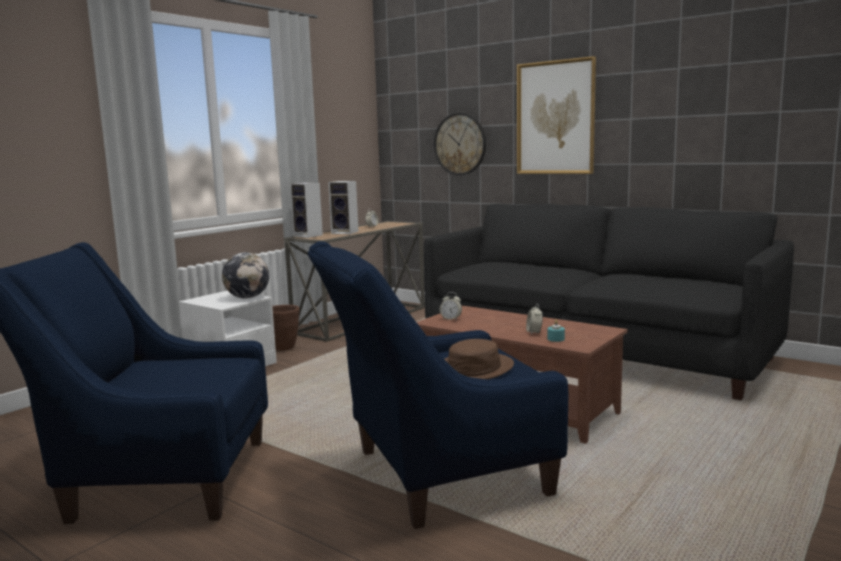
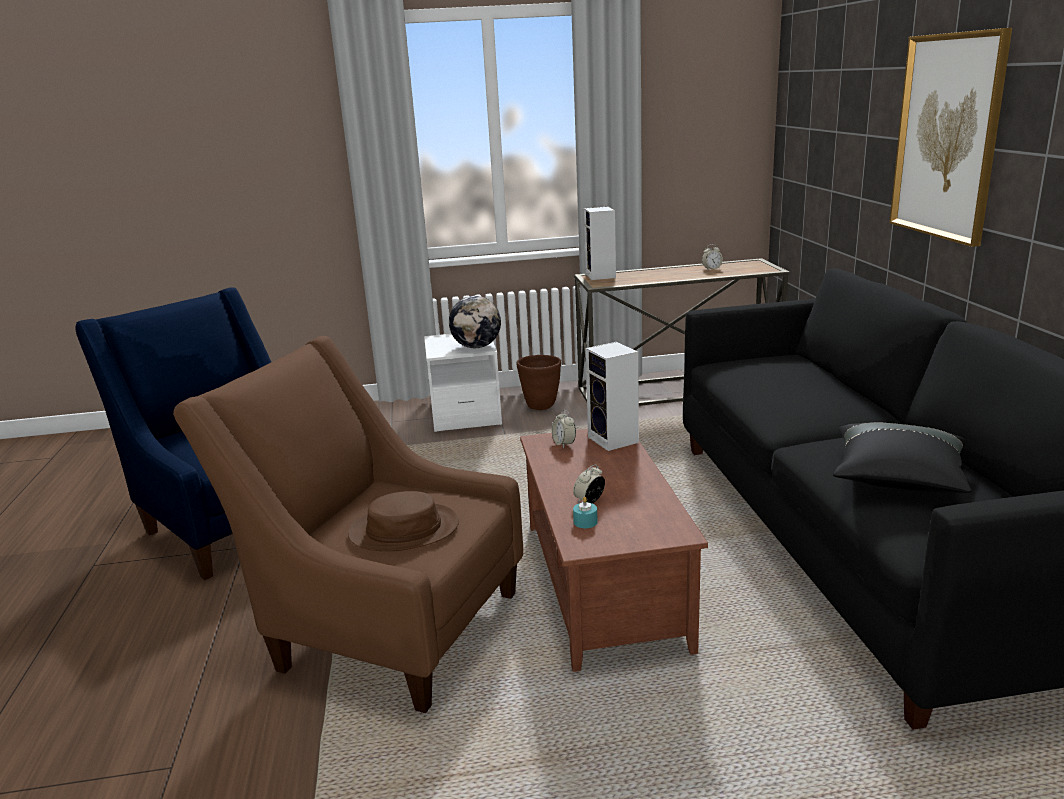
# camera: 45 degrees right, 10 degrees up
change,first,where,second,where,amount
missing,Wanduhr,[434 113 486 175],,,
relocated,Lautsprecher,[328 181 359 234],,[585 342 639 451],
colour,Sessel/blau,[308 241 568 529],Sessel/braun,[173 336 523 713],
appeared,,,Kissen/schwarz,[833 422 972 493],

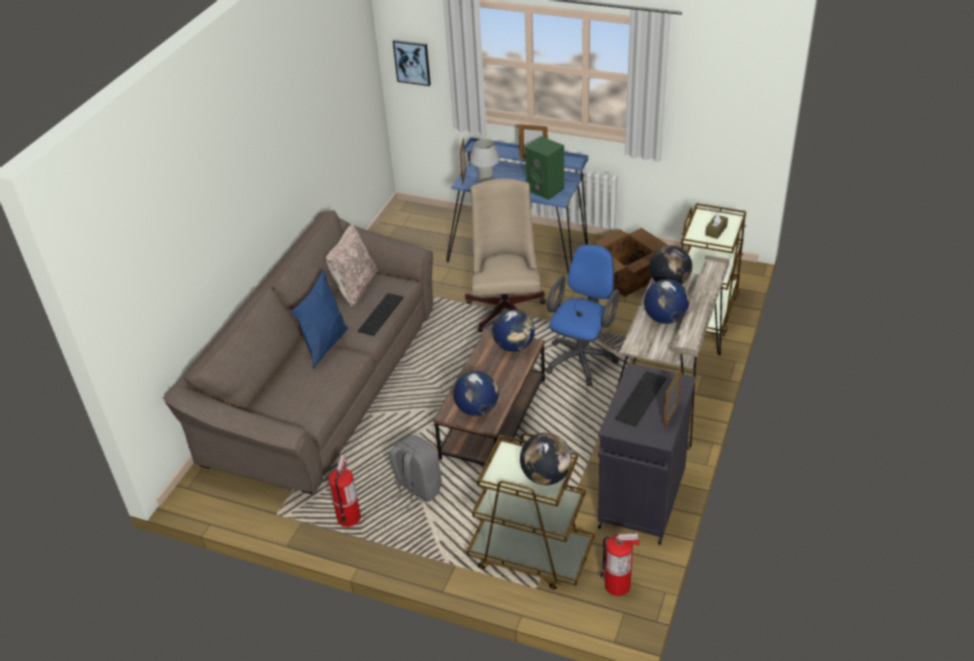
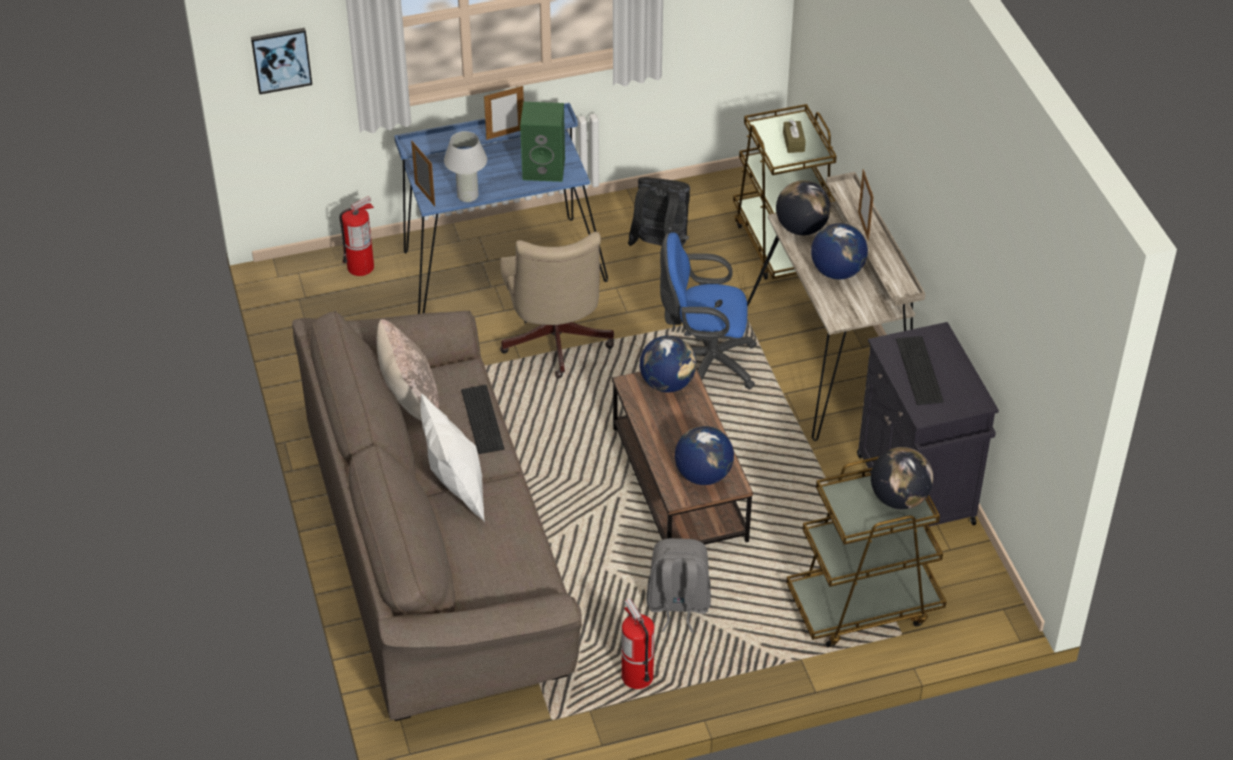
# camera: 40 degrees left, 5 degrees up
change,first,where,second,where,amount
spun,Bürostuhl/beige,[465 178 546 332],,[500 232 614 378],150 degrees counterclockwise
exchanged,Karton,[592 228 667 297],Rucksack/schwarz,[628 177 690 247],
spun,Bürostuhl/blau,[545 245 619 386],,[660 232 757 390],75 degrees counterclockwise
colour,Kissen/blau,[290 270 348 369],Kissen/weiß,[420 393 485 522],
relocated,Bilderrahmen,[663 368 681 430],,[858 169 874 241],
relocated,Feuerlöscher,[600 533 640 596],,[339 196 374 276],

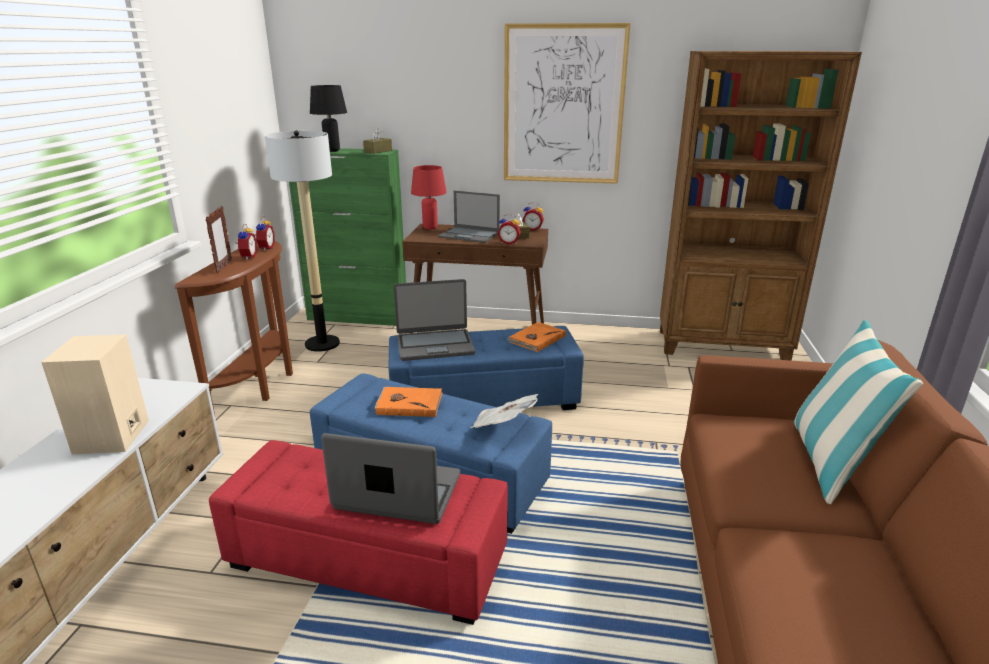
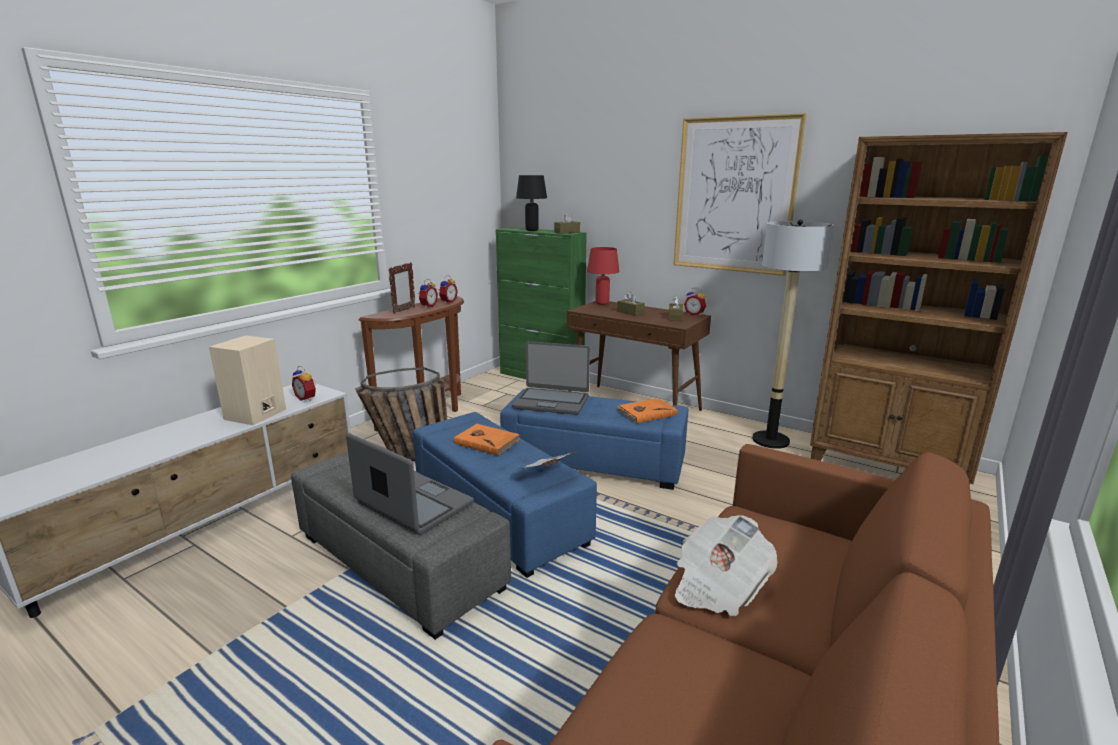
# camera: 25 degrees right, 5 degrees down
change,first,where,second,where,amount
relocated,Stehlampe,[265 130 340 352],,[752 220 834 449],
exchanged,Laptop,[438 191 500 243],Taschentuchbox/braun,[617 292 645 316],
relocated,Wecker,[497 214 521 245],,[292 366 316 401],
missing,Kissen,[794 320 923 504],,,
colour,Polsterhocker/rot,[209 440 508 625],Polsterhocker/grau,[291 451 511 640],
appeared,,,Korb,[355 367 447 461],
appeared,,,Zeitung,[675 515 778 616],

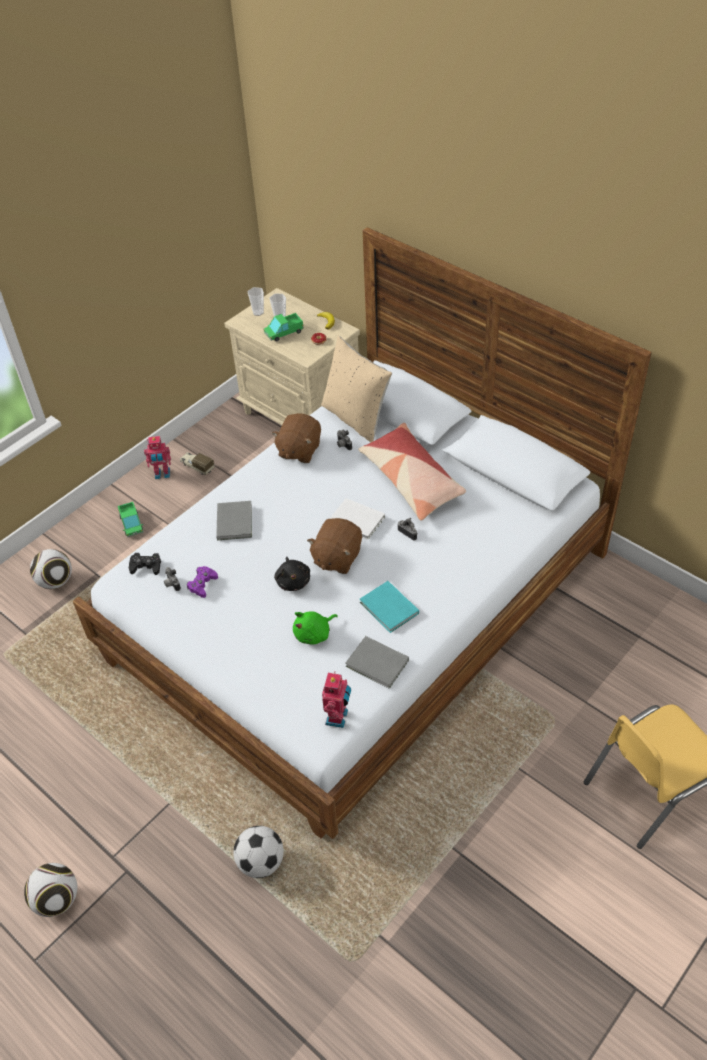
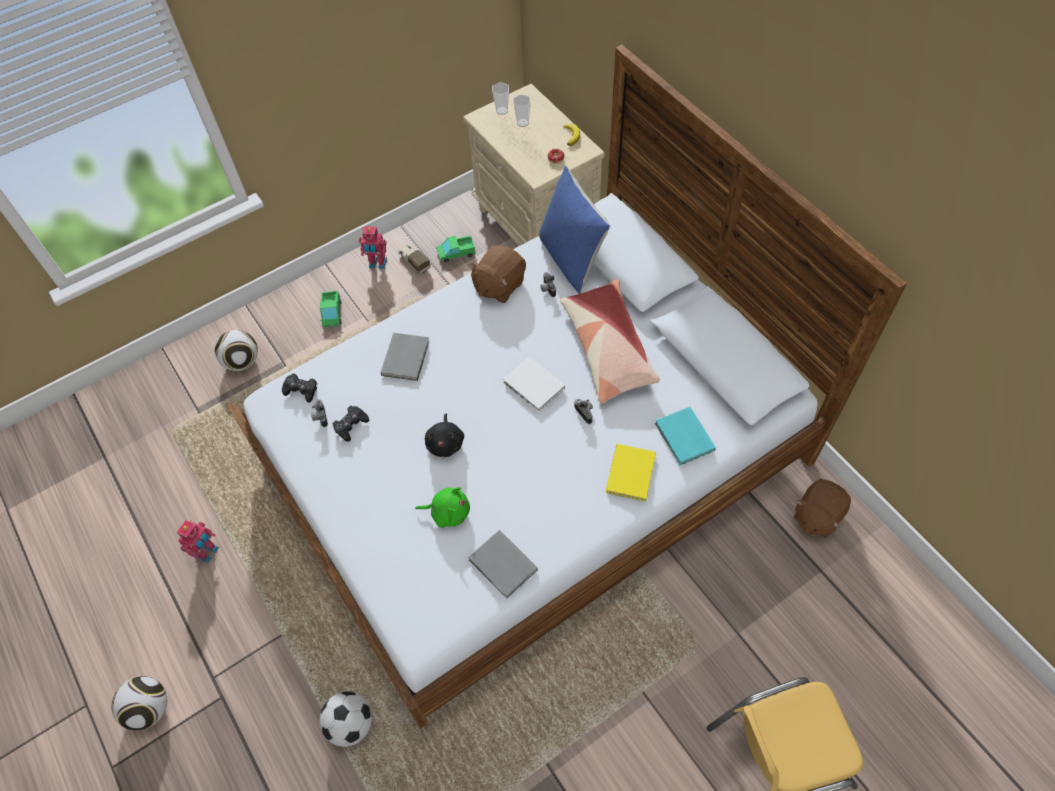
# camera: 15 degrees right, 10 degrees up
change,first,where,second,where,amount
relocated,Spielzeuglaster,[264 313 304 342],,[436 235 476 263],
colour,Kissen/beige,[321 336 392 443],Kissen/blau,[539 166 610 294],
relocated,Plüschtier/braun,[307 518 362 574],,[794 479 851 538],
colour,Gamepad/lila,[187 566 218 598],Gamepad/schwarz,[332 406 369 442],
relocated,Buch/türkis,[360 581 419 633],,[655 407 716 465],
spun,Plüschtier/grün,[293 611 338 645],,[415 487 470 528],150 degrees counterclockwise
relocated,Spielzeugroboter,[322 671 351 728],,[177 520 219 563],
appeared,,,Buch/gelb,[606 444 656 502],

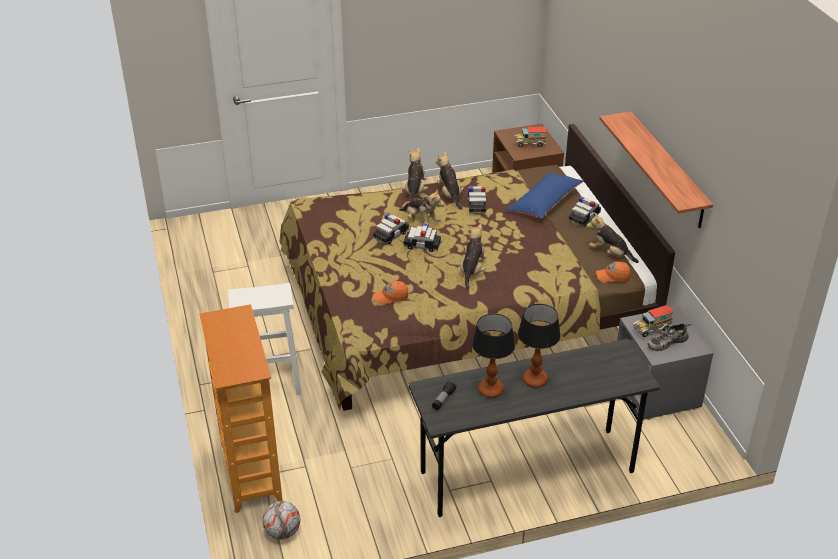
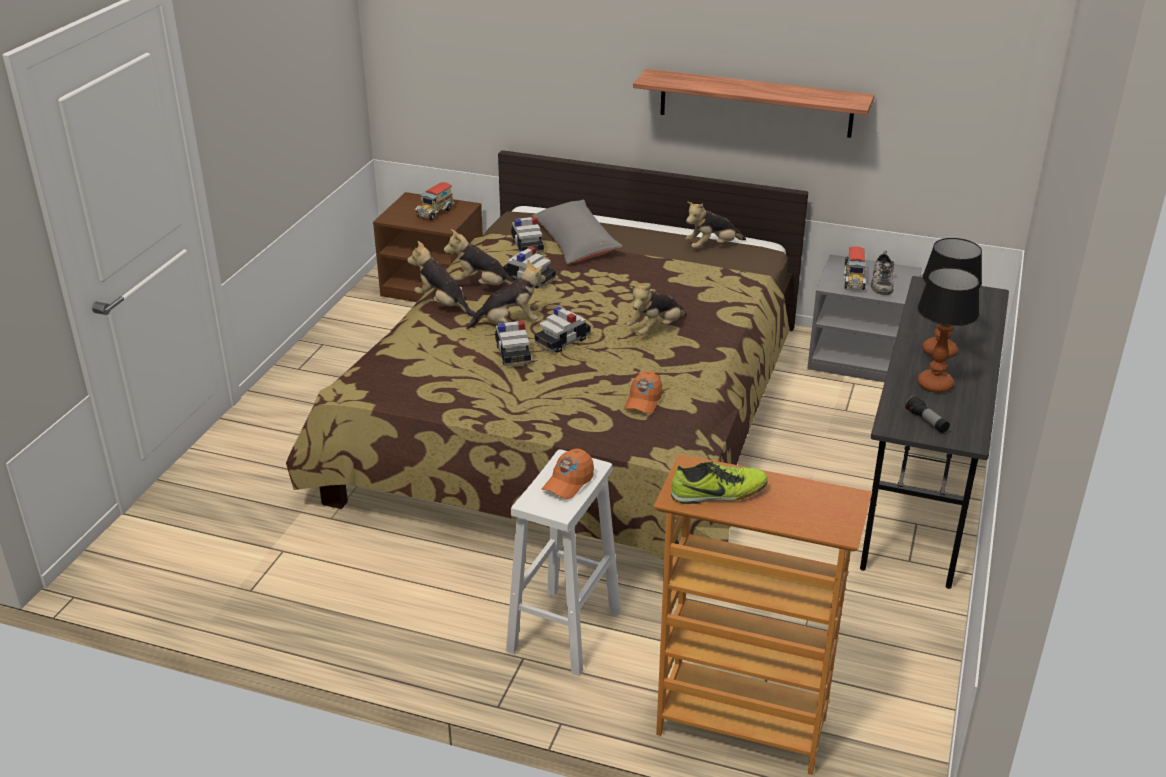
# camera: 55 degrees left, 5 degrees down
change,first,where,second,where,amount
colour,Kissen/blau,[506 173 583 219],Kissen/grau,[532 200 623 264],
relocated,Spielzeugauto,[569 196 601 227],,[511 217 544 254],
spun,Plüschtier,[460 224 487 290],,[627 285 687 335],90 degrees counterclockwise
relocated,Kappe/orange,[596 262 631 283],,[542 449 594 499],
missing,Fußball,[263 501 300 539],,,
appeared,,,Schuh,[671 461 768 504],

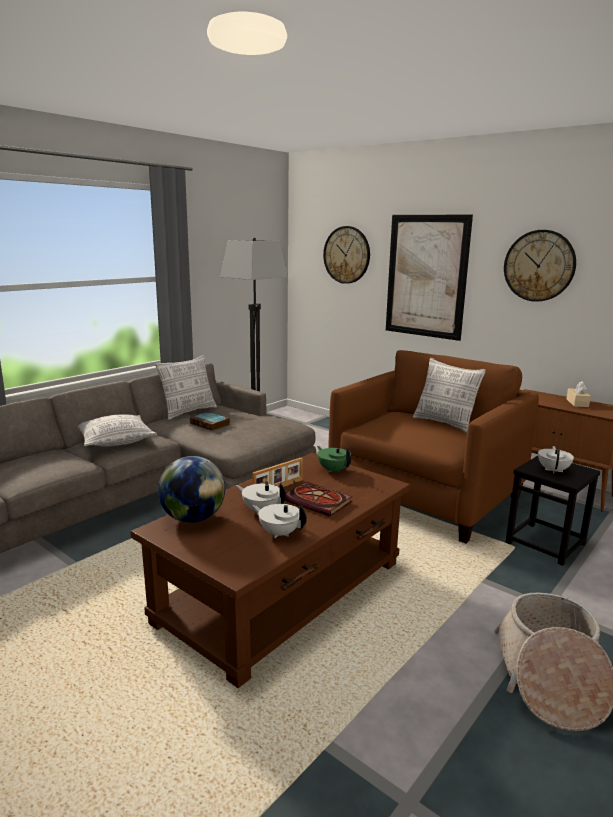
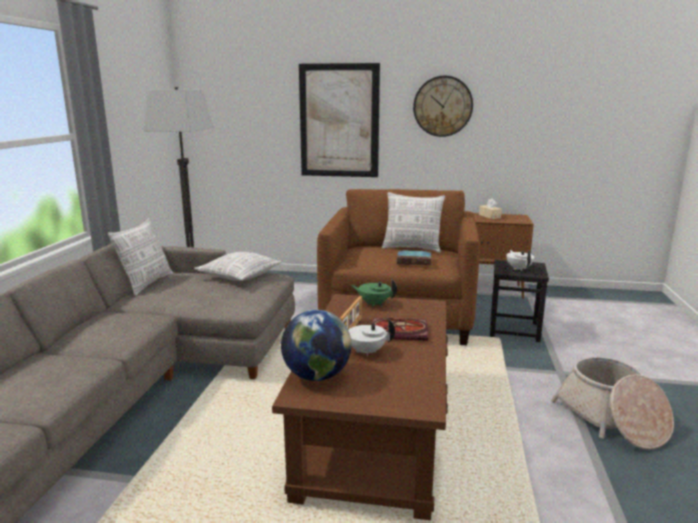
# camera: 30 degrees left, 0 degrees up
change,first,where,second,where,amount
missing,Wanduhr,[323 226 370 284],,,
relocated,Buch,[190 412 230 431],,[397 250 431 265],
relocated,Kissen,[78 415 157 446],,[194 252 283 281],
missing,Teekanne/weiß,[252 504 307 538],,,

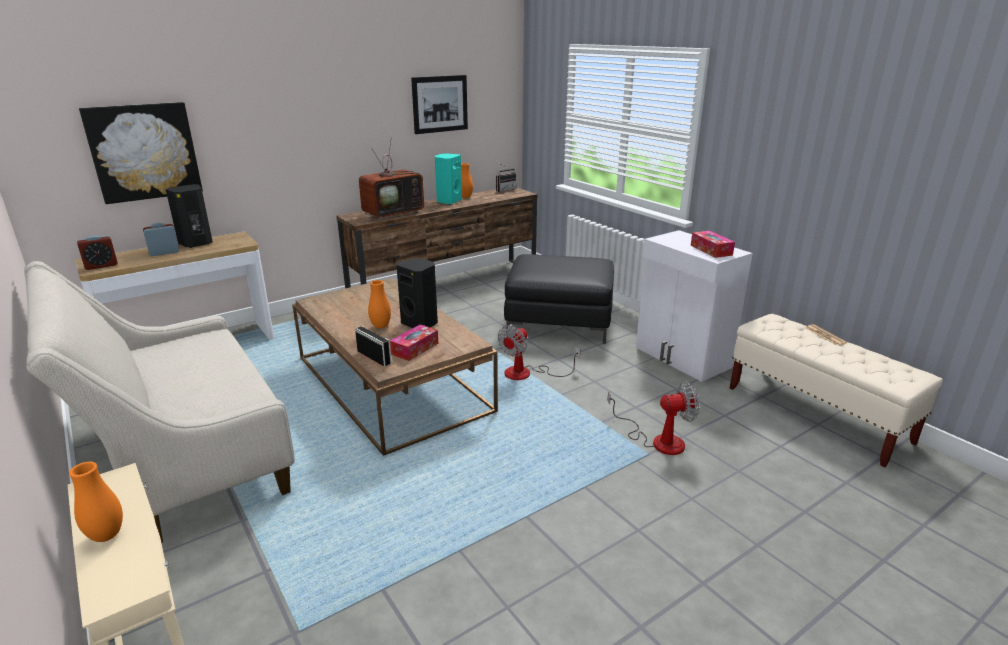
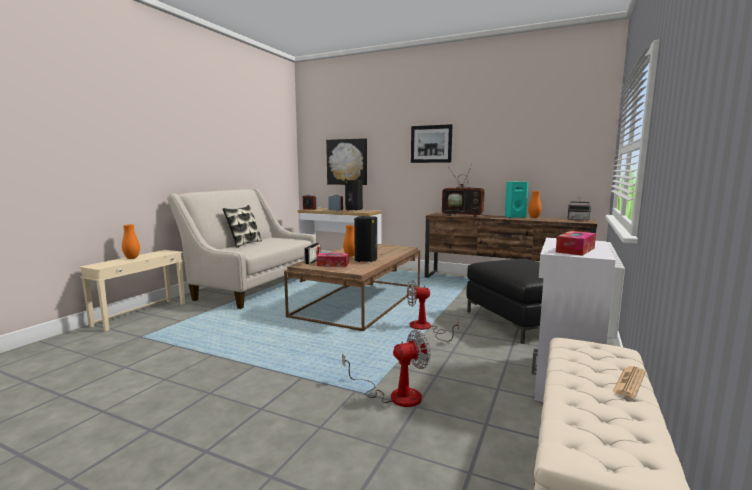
# camera: 60 degrees right, 15 degrees down
change,first,where,second,where,amount
relocated,Bild,[411 75 468 134],,[411 124 452 163],
spun,Ventilator,[607 382 699 455],,[342 330 431 407],75 degrees counterclockwise
appeared,,,Kissen,[223 205 262 248],

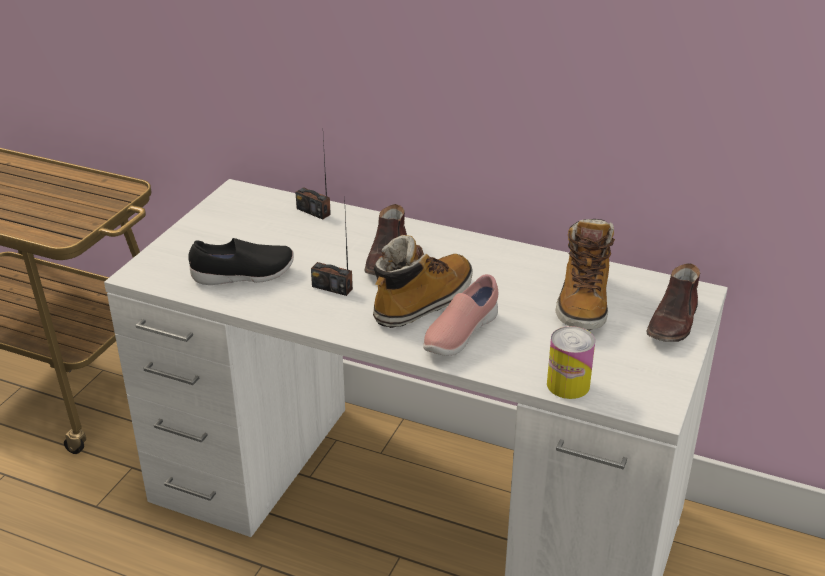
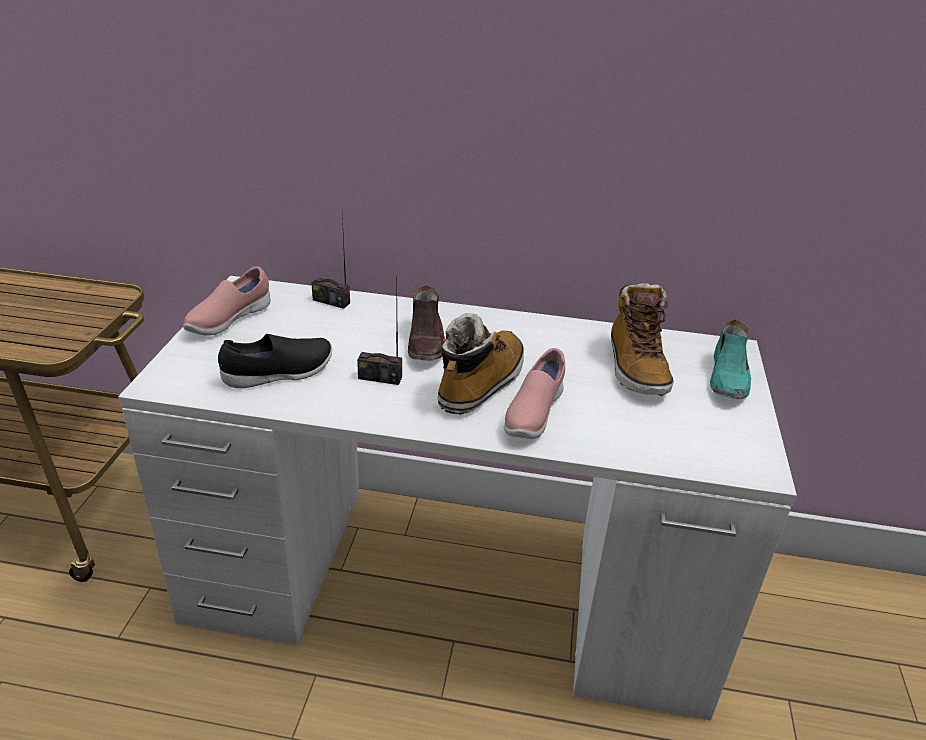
# camera: 15 degrees left, 0 degrees up
change,first,where,second,where,amount
colour,Schuh/braun,[646 263 700 342],Schuh/türkis,[710 320 751 399],
missing,Dose,[547 326 595 399],,,
appeared,,,Schuh/rosa,[183 266 271 335],

